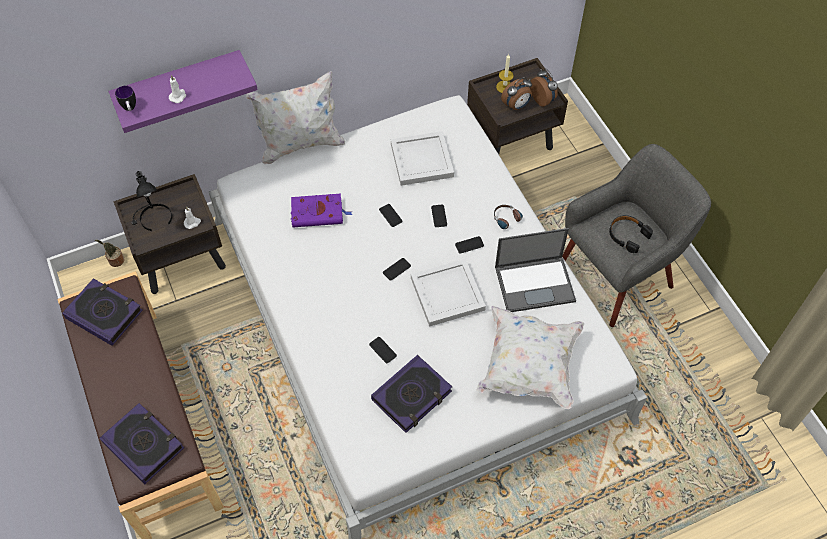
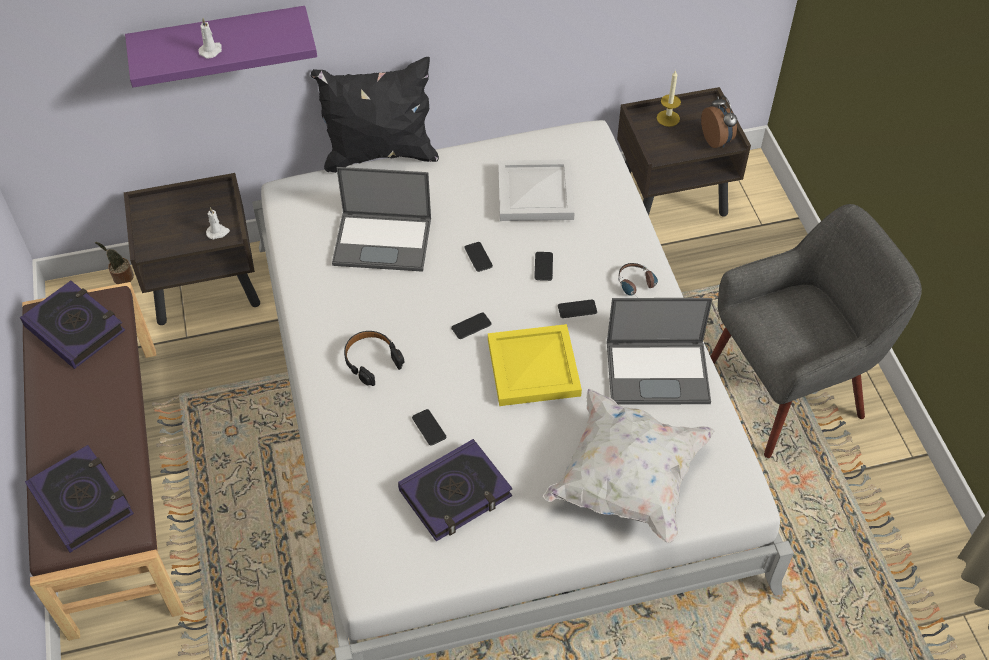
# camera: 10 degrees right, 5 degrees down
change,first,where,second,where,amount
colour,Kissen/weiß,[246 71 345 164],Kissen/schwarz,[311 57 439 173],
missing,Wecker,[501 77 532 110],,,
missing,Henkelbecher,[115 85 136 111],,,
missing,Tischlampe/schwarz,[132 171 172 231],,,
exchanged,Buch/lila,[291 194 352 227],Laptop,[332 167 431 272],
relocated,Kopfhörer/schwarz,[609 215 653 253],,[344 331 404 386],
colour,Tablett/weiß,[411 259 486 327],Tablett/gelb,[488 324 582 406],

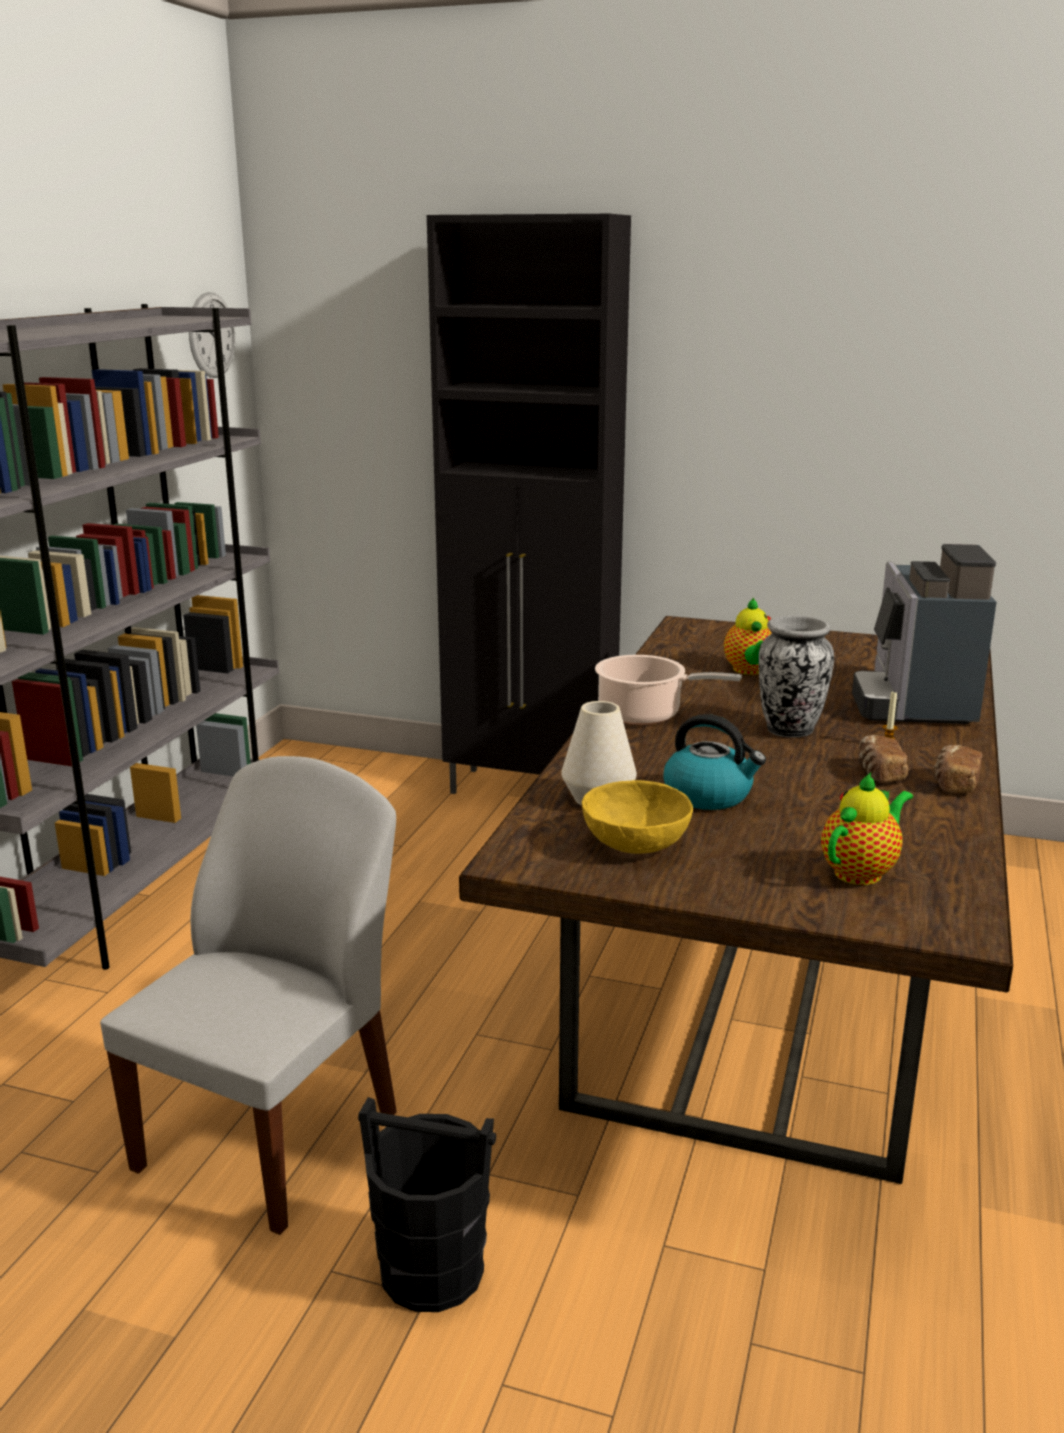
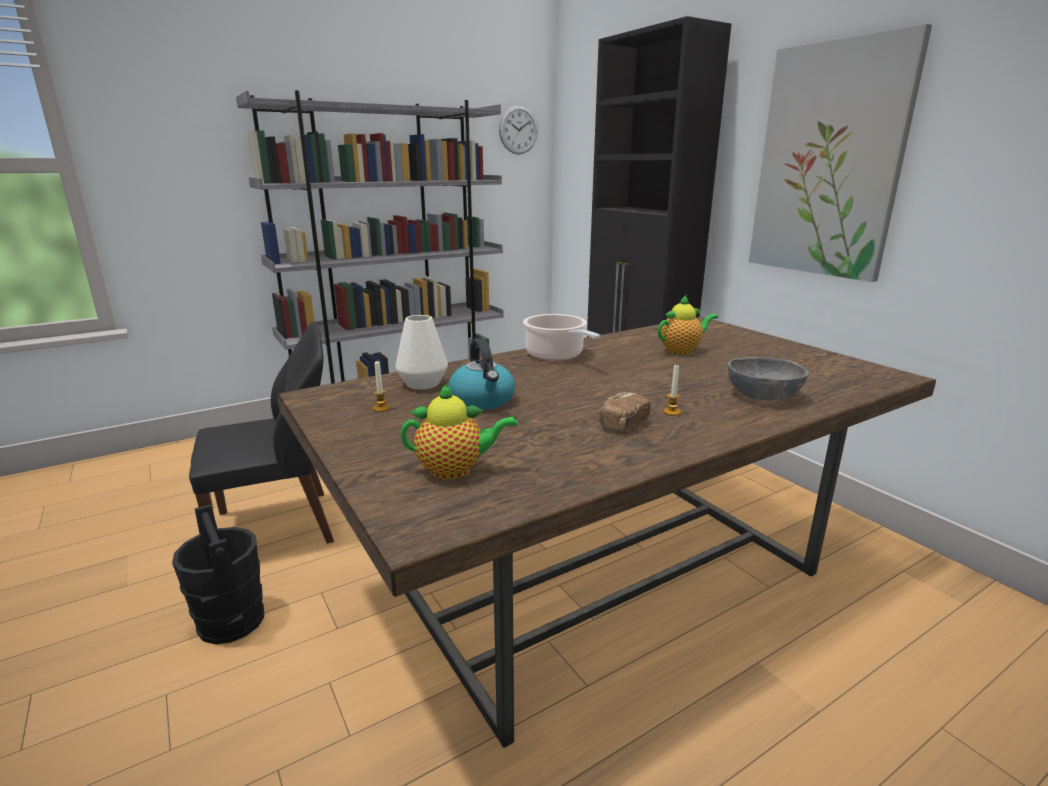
# camera: 40 degrees right, 0 degrees up
change,first,where,second,where,amount
exchanged,Kaffeemaschine,[852 544 997 724],Schüssel/grau,[728 357 809 400],
spun,Teekanne,[724 598 772 675],,[658 295 718 355],150 degrees counterclockwise
missing,Vase,[758 615 834 738],,,
missing,Brot,[934 745 982 793],,,
colour,Stuhl/weiß,[100 756 397 1235],Stuhl/schwarz,[189 321 334 543],
exchanged,Schüssel/gelb,[582 780 693 854],Kerze,[373 361 390 412],
appeared,,,Bild,[749 24 932 282],

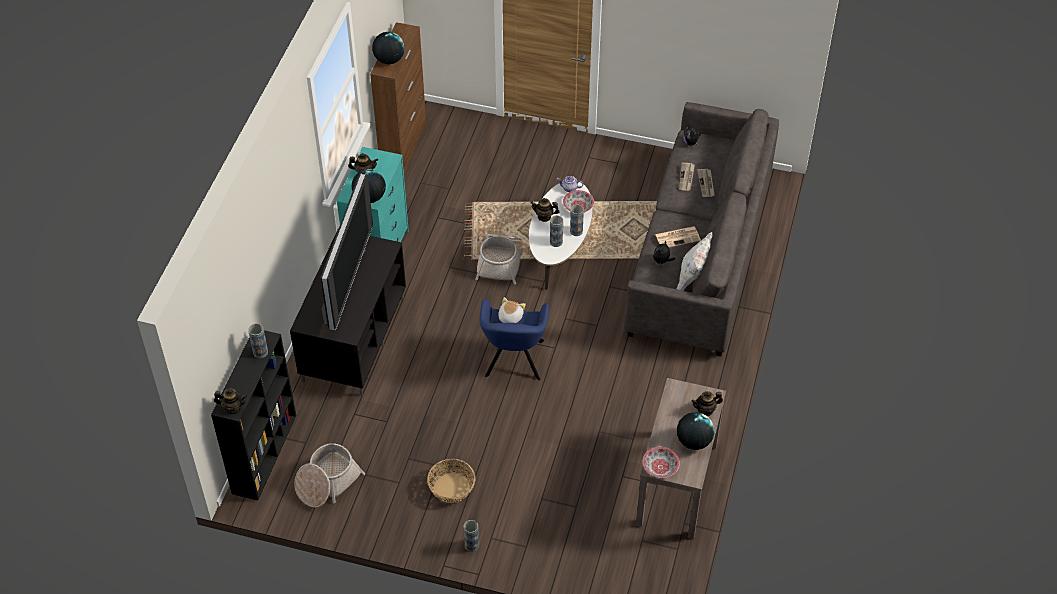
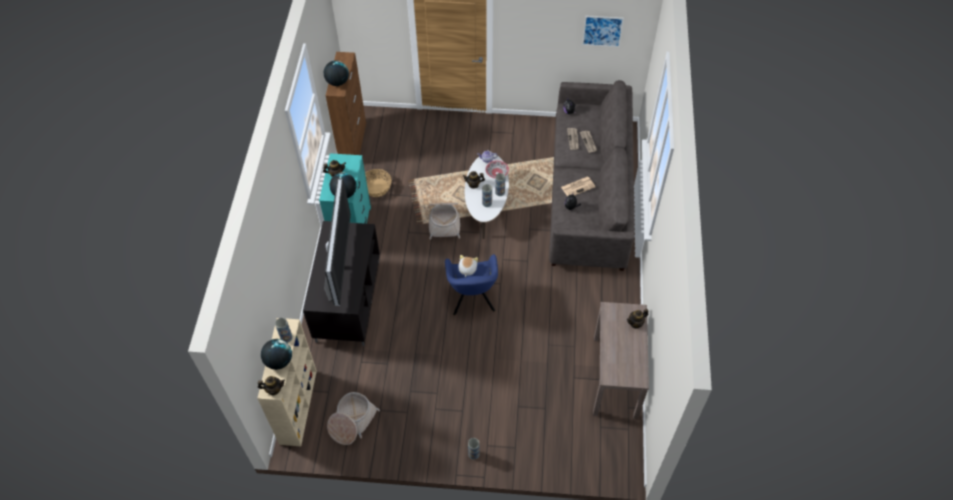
# camera: 10 degrees left, 5 degrees up
change,first,where,second,where,amount
missing,Kissen/weiß,[677 232 713 291],,,
colour,Bücherregal/schwarz,[211 330 296 500],Bücherregal/beige,[257 318 317 446],
relocated,Globus,[677 412 714 450],,[261 339 292 370],
missing,Schüssel,[643 447 680 478],,,
relocated,Korb,[427 459 475 503],,[365 169 392 197],
appeared,,,Bild,[582 16 624 47],

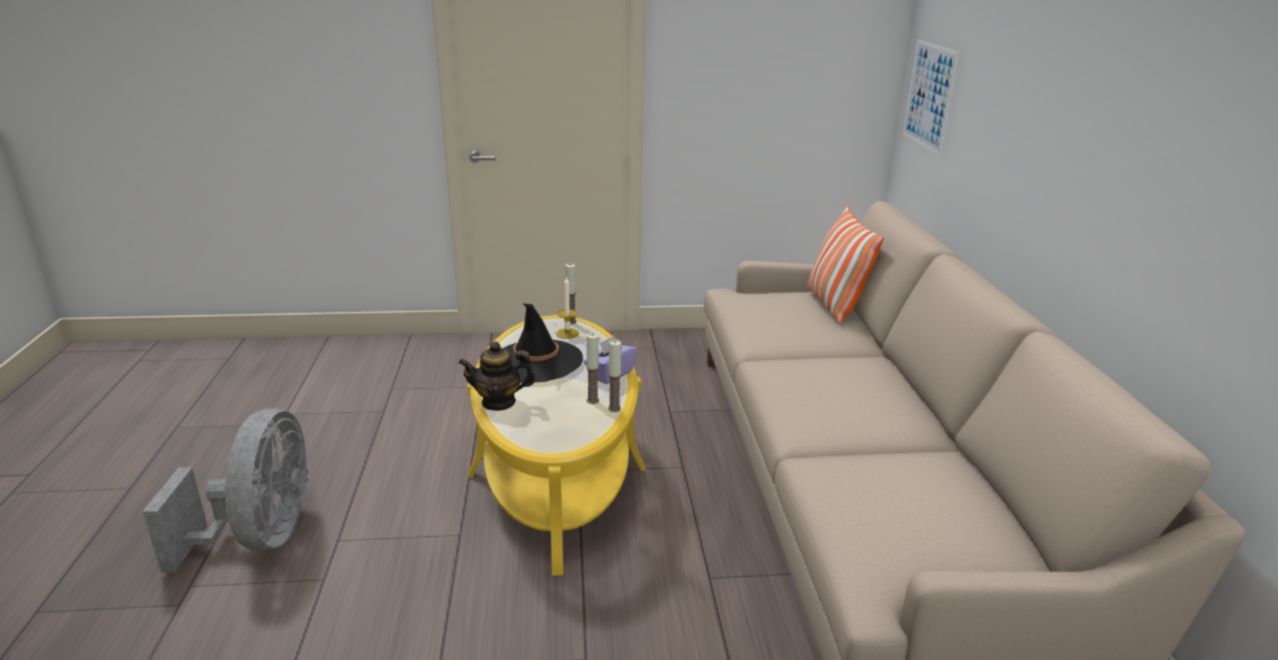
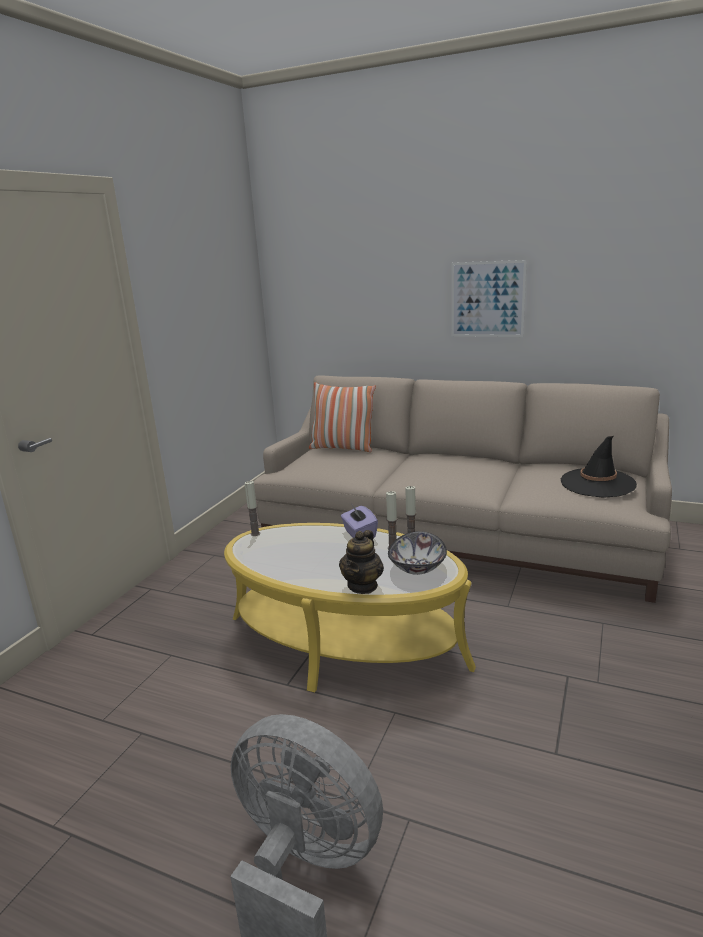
# camera: 60 degrees left, 5 degrees down
change,first,where,second,where,amount
relocated,Bild,[903 40 960 156],,[451 260 527 337],
missing,Kerze,[556 276 579 339],,,
relocated,Hut/schwarz,[503 303 583 383],,[561 436 637 498],
appeared,,,Schüssel,[388 531 447 575],

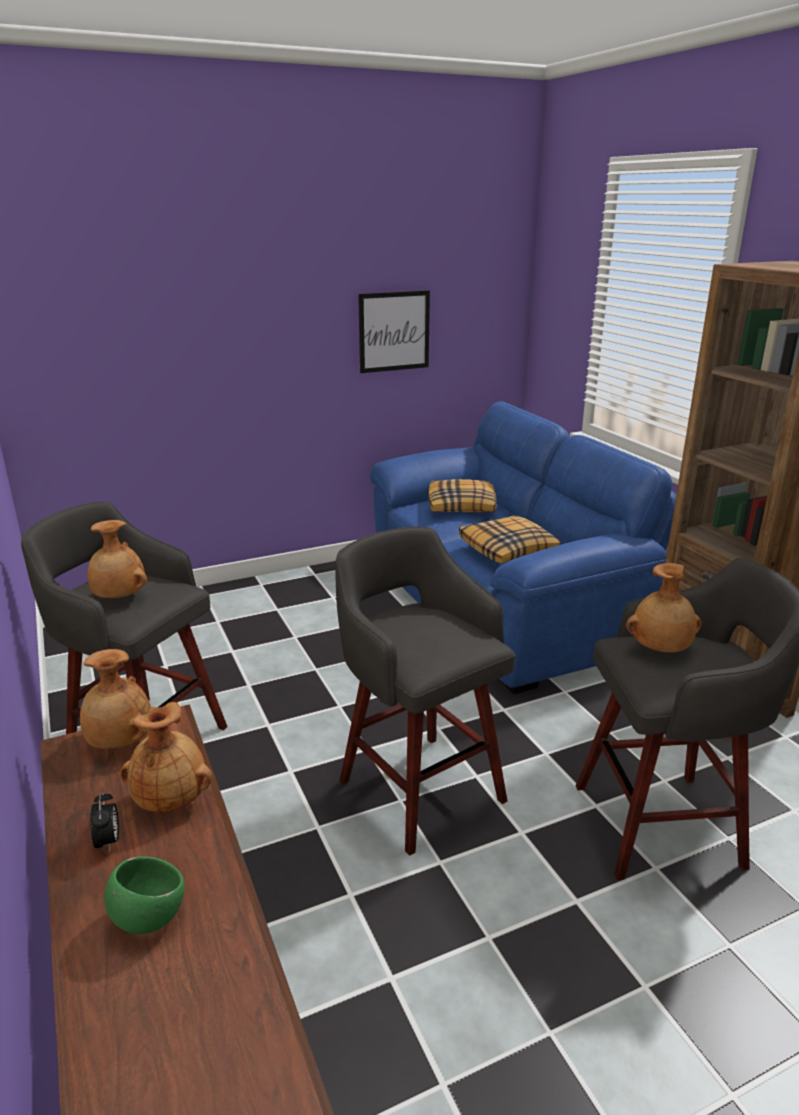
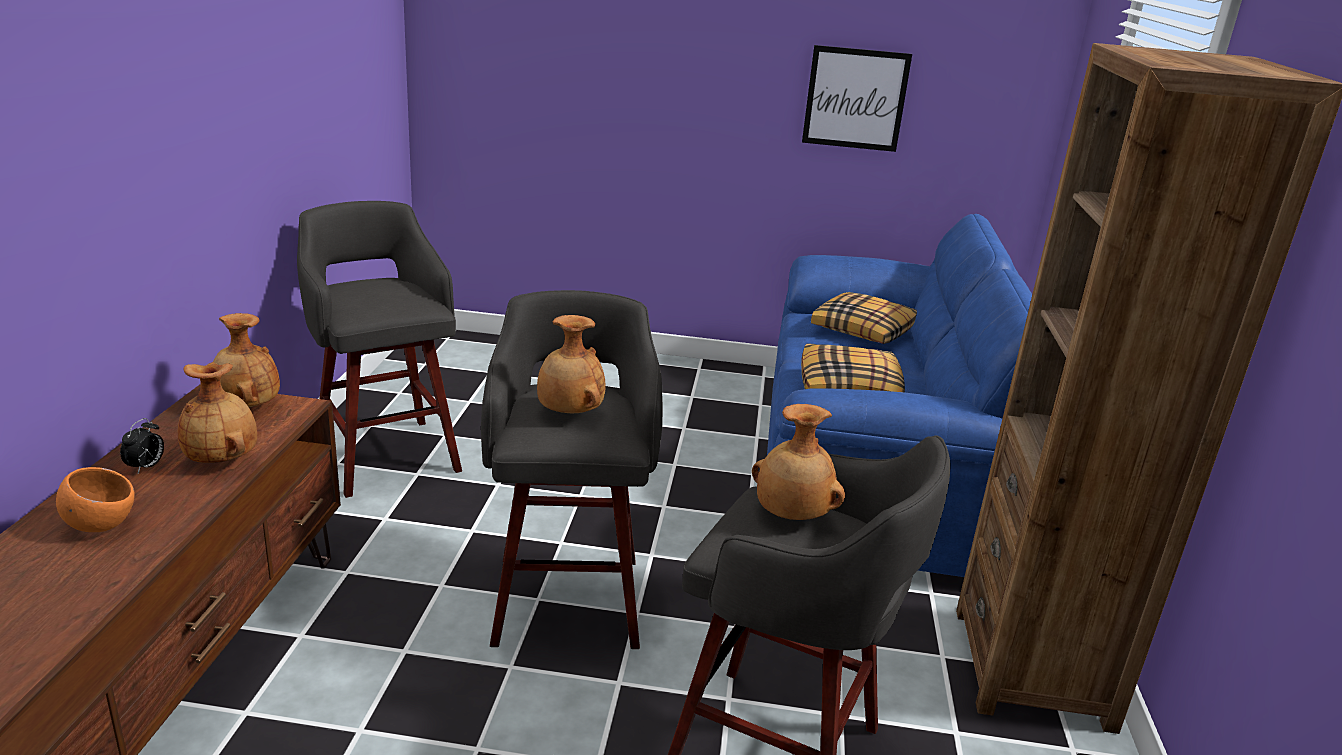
# camera: 30 degrees right, 0 degrees up
change,first,where,second,where,amount
relocated,Vase/braun,[87 520 147 598],,[537 315 606 413],
colour,Schüssel/grün,[104 856 184 934],Schüssel/orange,[56 467 134 532],

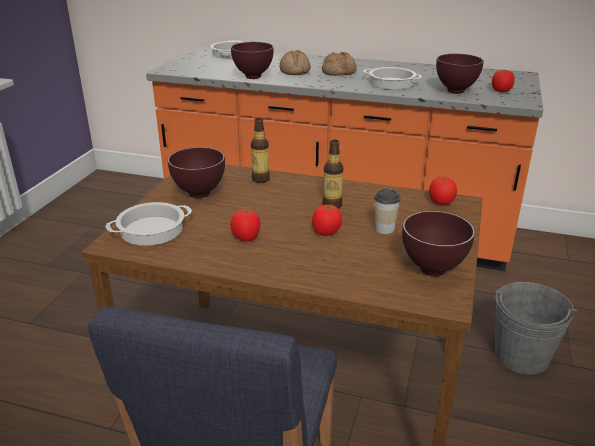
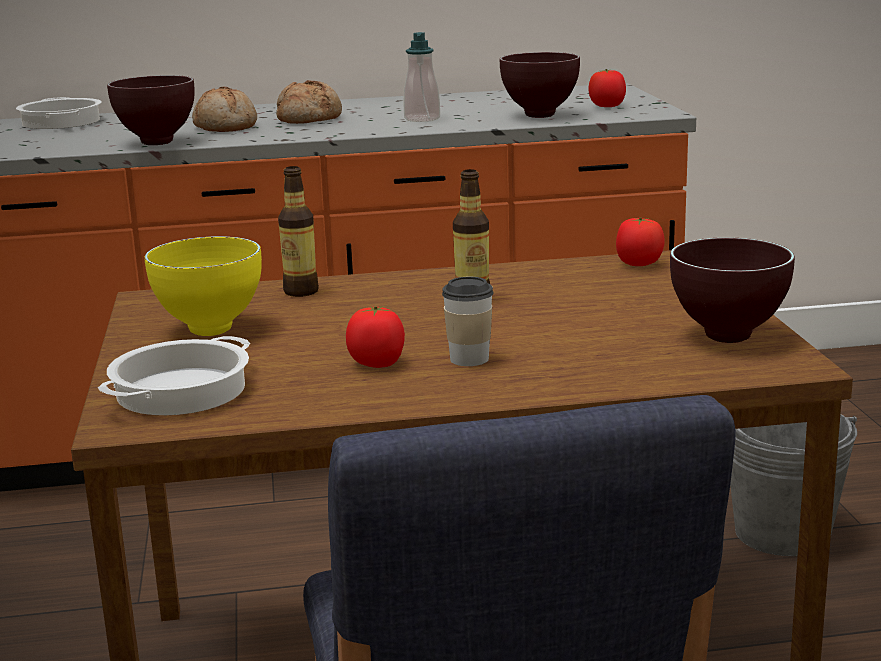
# camera: 25 degrees left, 10 degrees down
change,first,where,second,where,amount
exchanged,Kochtopf,[363 67 422 89],Seifenspender,[403 32 440 122],
colour,Schüssel/braun,[168 147 225 199],Schüssel/gelb,[144 236 262 336],
relocated,Tasse,[374 189 400 234],,[442 277 493 366],
missing,Tomate,[312 205 342 236],,,

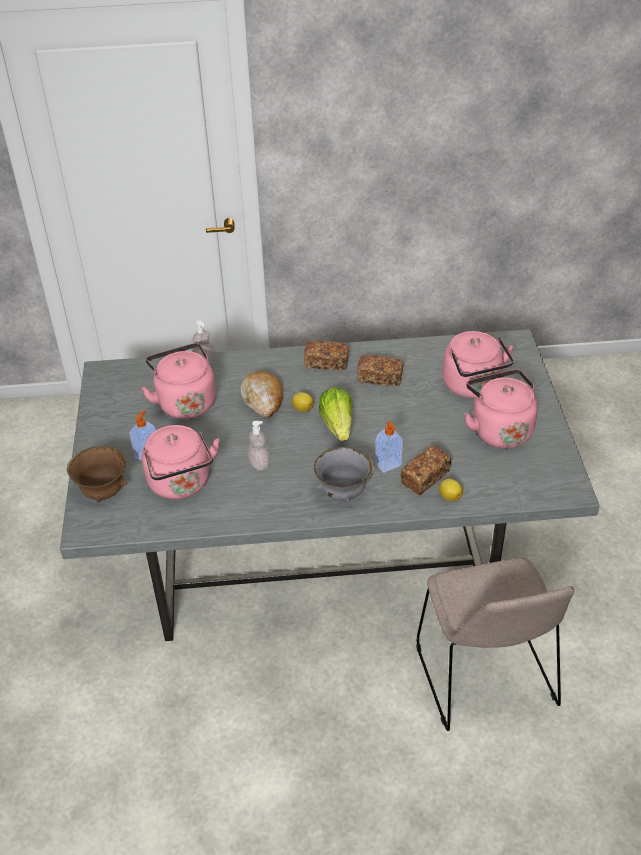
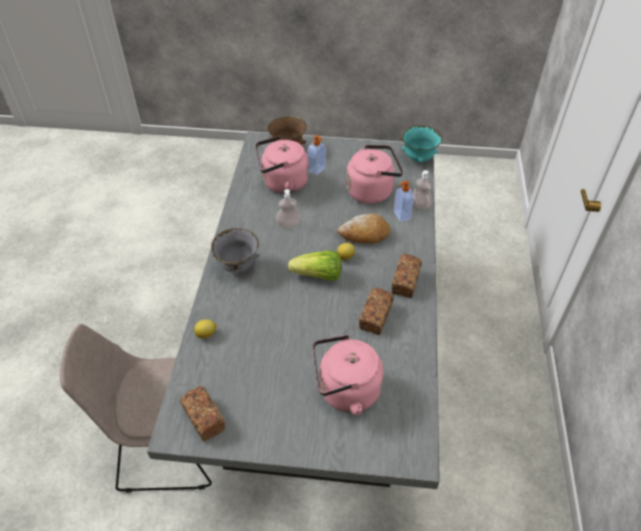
# camera: 100 degrees right, 5 degrees up
change,first,where,second,where,amount
missing,Wasserkessel/rosa,[464 369 538 449],,,
relocated,Seifenspender,[375 421 403 473],,[394 181 414 222],
relocated,Brot,[400 445 452 495],,[180 386 225 442],
appeared,,,Schüssel/türkis,[401 125 442 162],

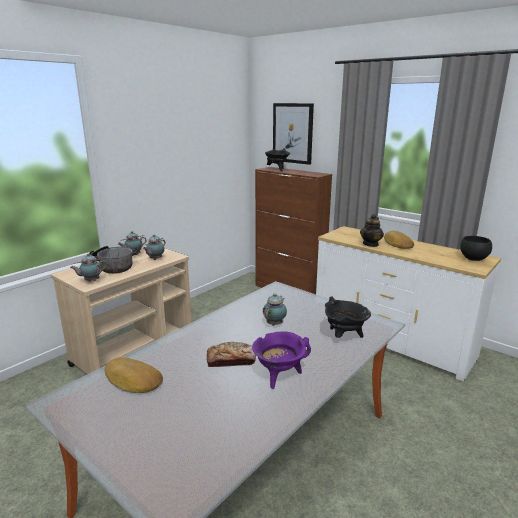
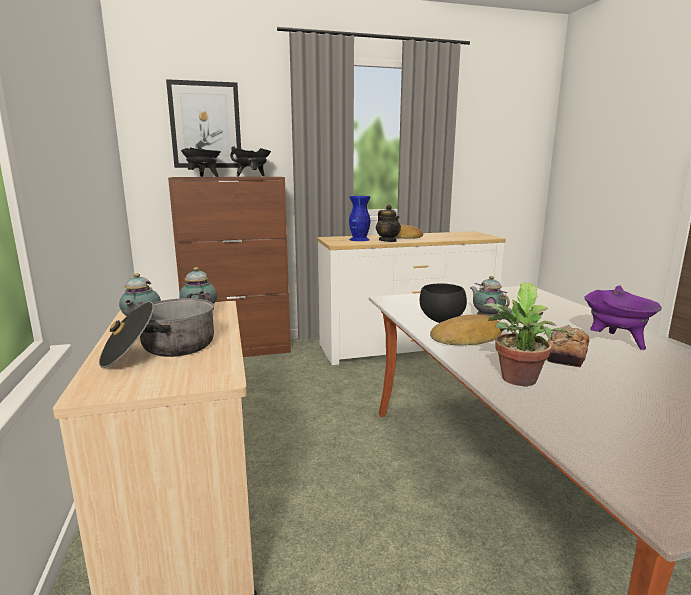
# camera: 55 degrees left, 5 degrees down
change,first,where,second,where,amount
relocated,Schüssel/schwarz,[460 236 492 261],,[420 283 467 323],
missing,Teekanne,[70 253 108 282],,,
relocated,Kochtopf/schwarz,[325 296 371 338],,[230 146 271 177],
relocated,Brot,[104 357 163 393],,[430 314 502 345],
appeared,,,Vase/blau,[349 196 371 241],
appeared,,,Topfpflanze,[483 282 574 386],

